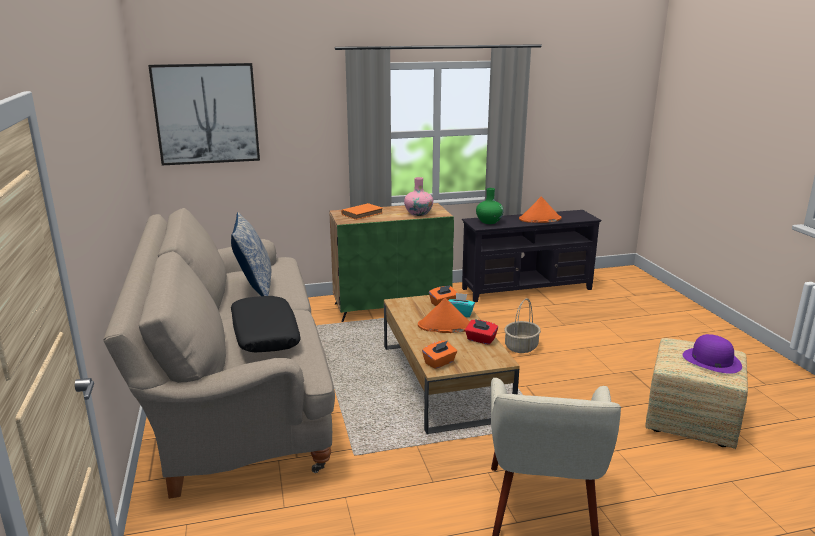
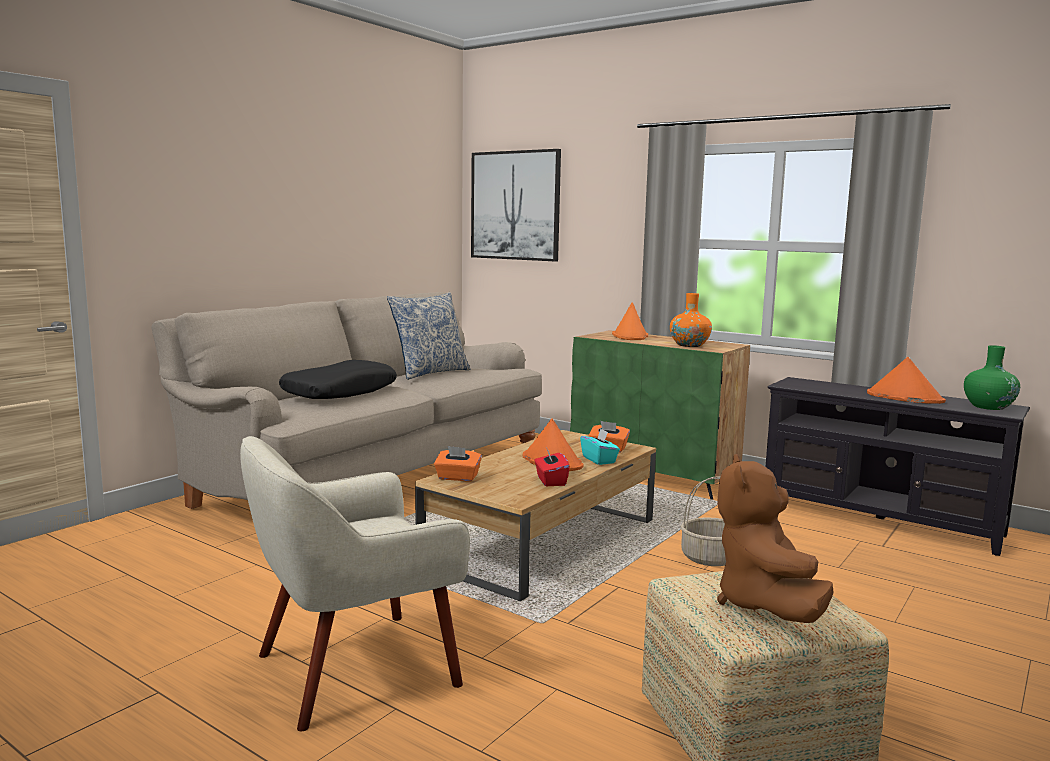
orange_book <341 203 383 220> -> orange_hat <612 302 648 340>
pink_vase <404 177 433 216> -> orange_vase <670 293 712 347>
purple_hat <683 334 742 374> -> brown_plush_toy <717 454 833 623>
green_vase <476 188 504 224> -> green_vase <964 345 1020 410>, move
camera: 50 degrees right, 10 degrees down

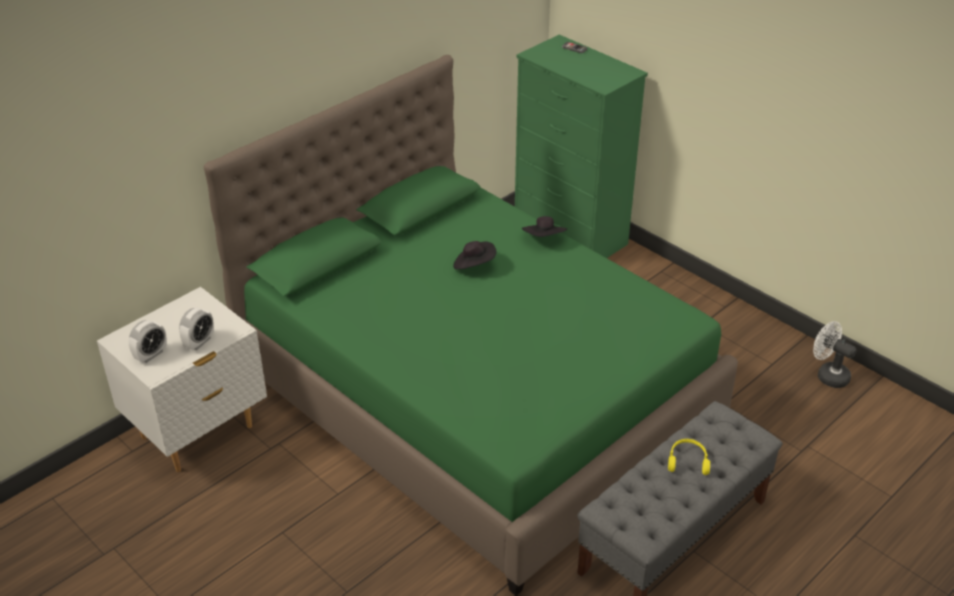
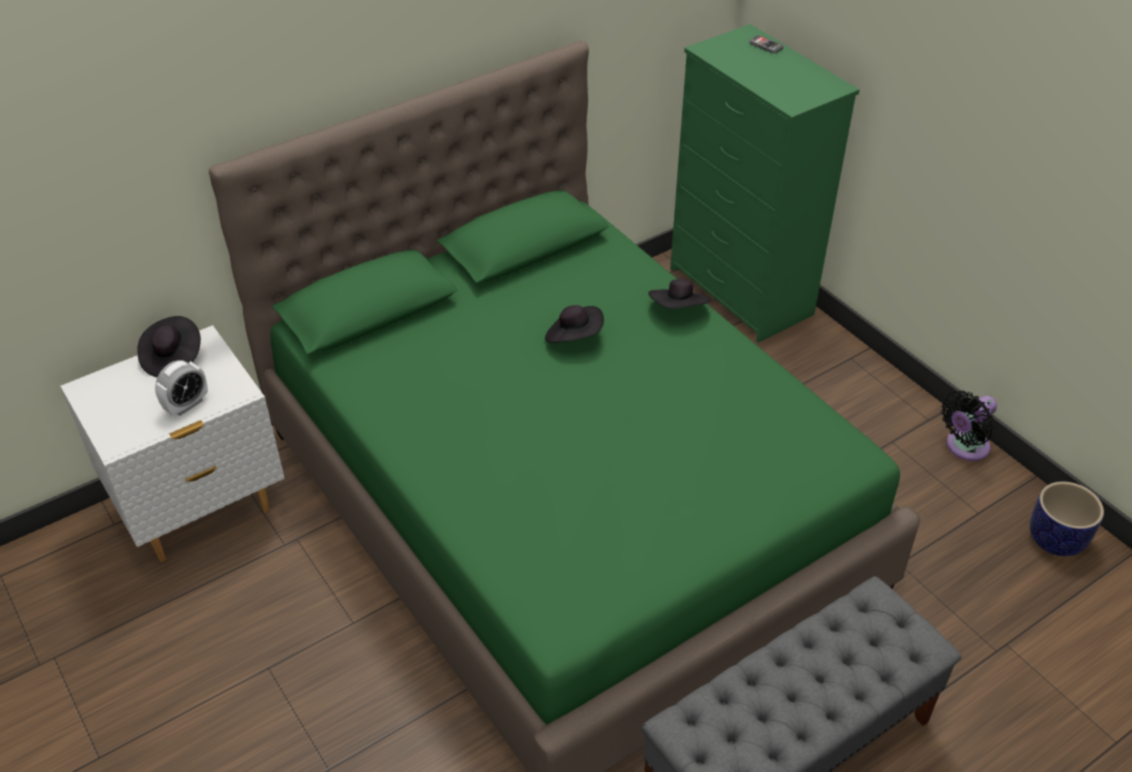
none -> black_hat <137 316 201 377>
none -> black_fan <941 390 997 461>
white_fan <813 321 856 388> -> planter <1030 482 1104 556>
alarm_clock <129 320 167 363> -> none
yellow_headphones <668 439 710 475> -> none
camera: 10 degrees right, 5 degrees up

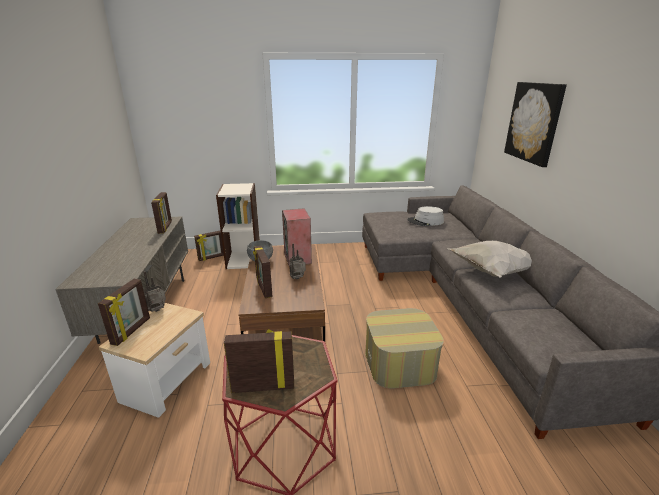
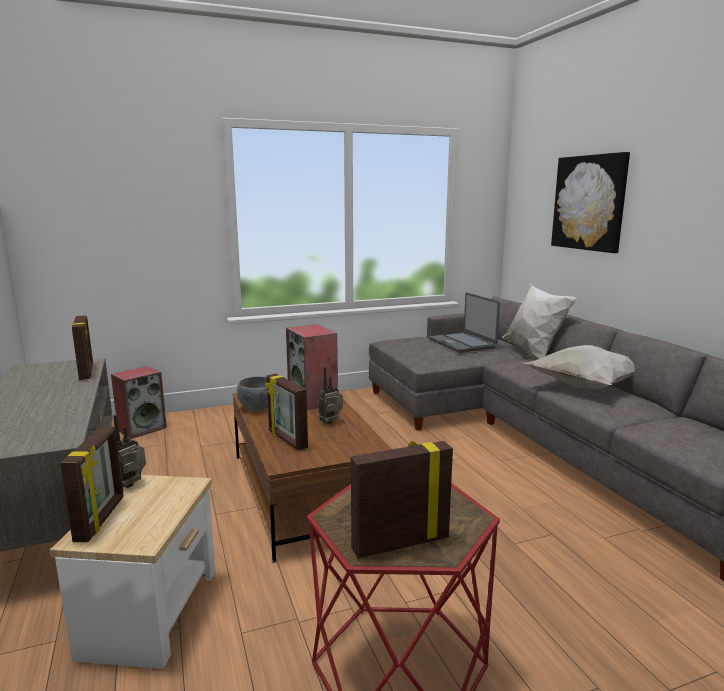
picture_frame <194 230 224 261> -> speaker <111 366 167 439>
grey_hat <407 206 444 226> -> laptop <429 293 500 353>
none -> white_pillow <502 283 578 360>
bookcase <216 183 260 269> -> none
ottoman <365 308 444 388> -> none
camera: 15 degrees left, 10 degrees down

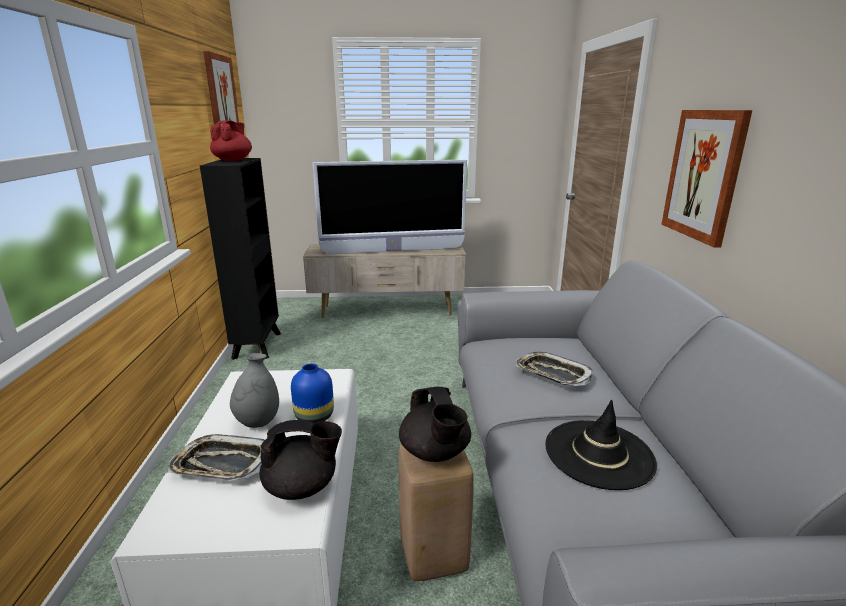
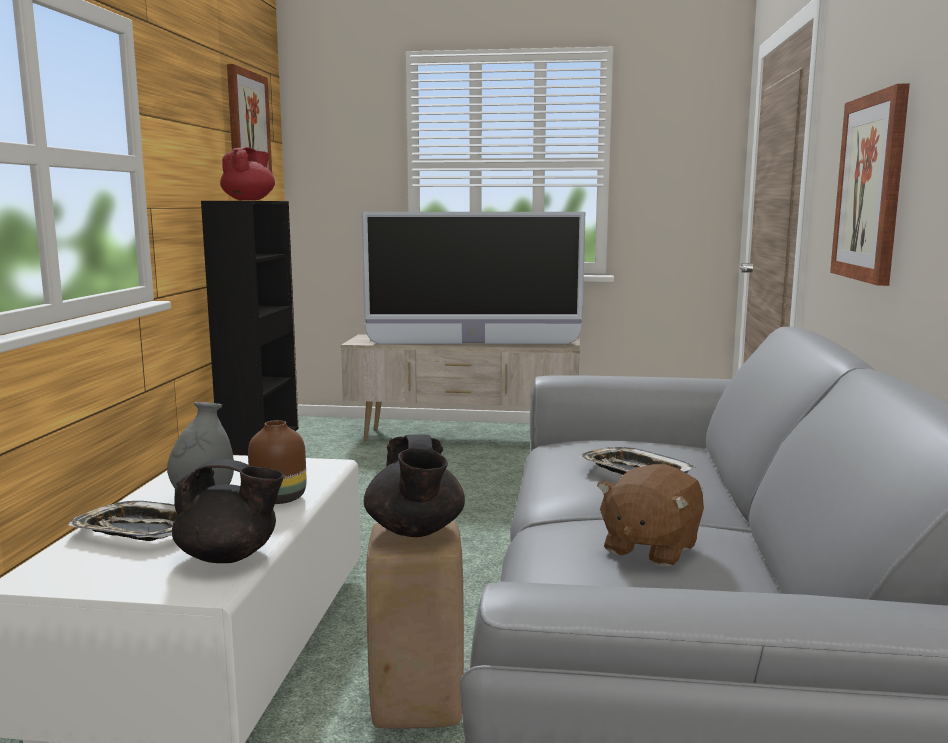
blue_vase <291 363 334 423> -> brown_vase <248 420 306 504>
black_hat <545 400 657 490> -> brown_plush_toy <597 464 704 567>
camera: 10 degrees right, 10 degrees down

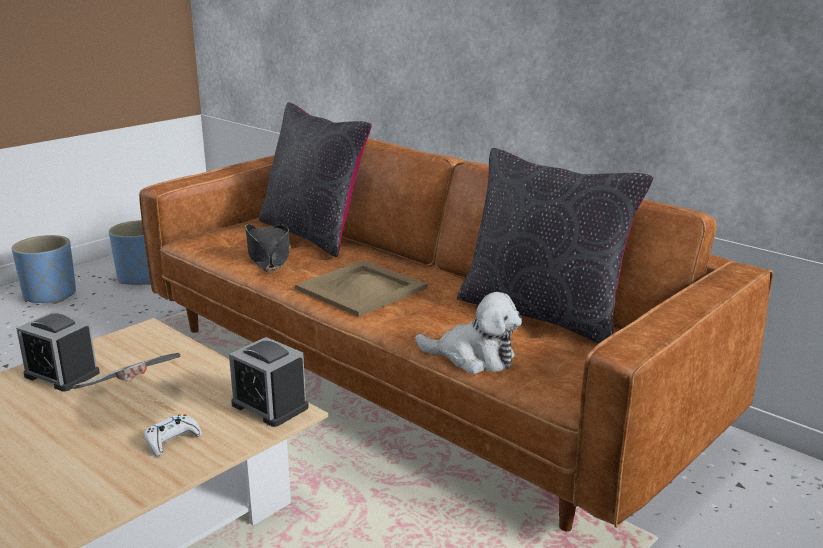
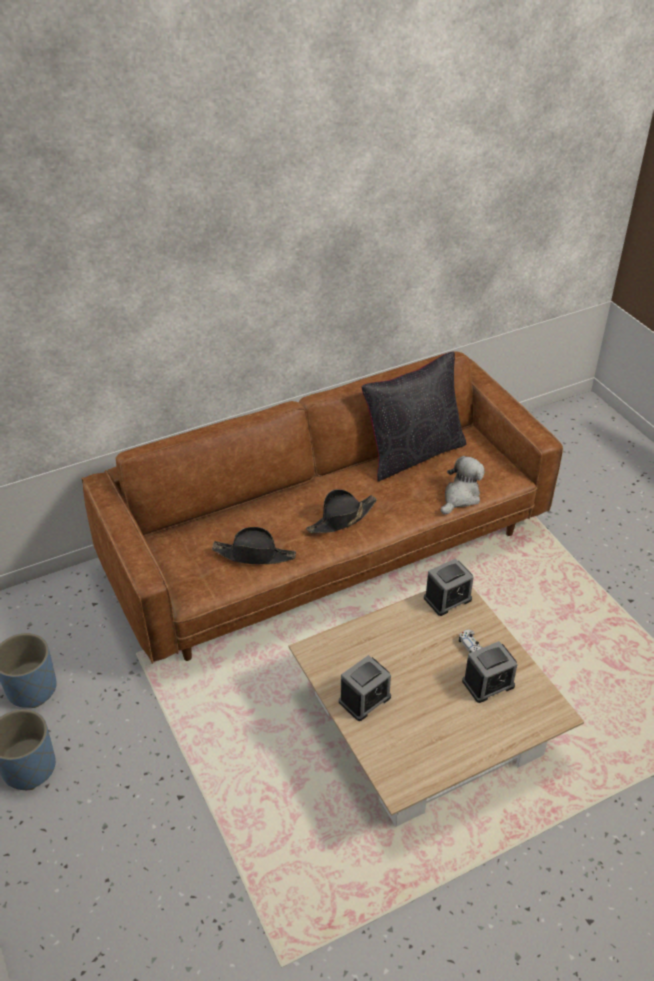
beige_tray <295 260 427 317> -> black_hat <306 489 377 533>
none -> alarm_clock <462 641 518 703>
newspaper <72 353 181 389> -> none
black_pillow <259 102 372 257> -> none
camera: 70 degrees left, 20 degrees up

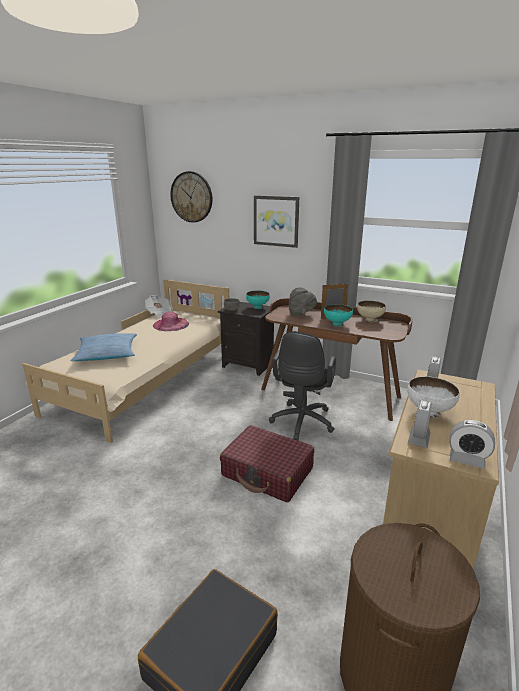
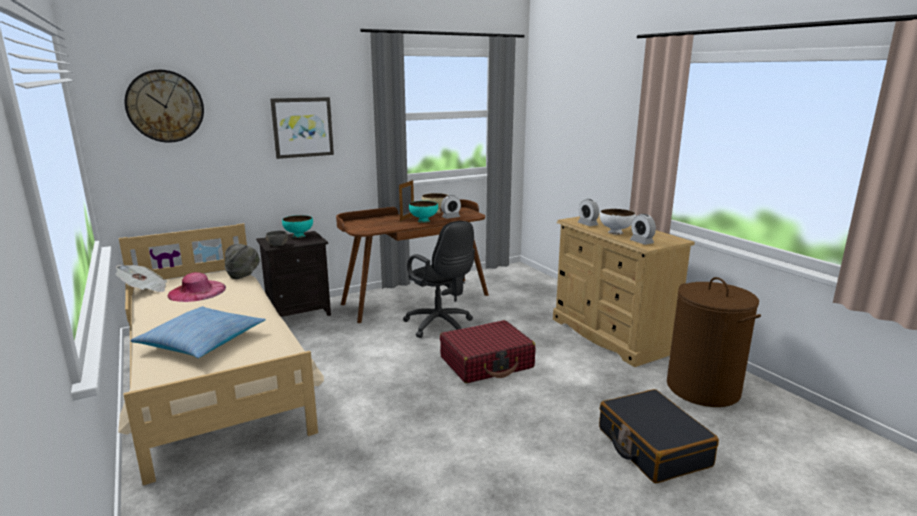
grey_hat <288 288 317 316> -> grey_hat <225 244 260 279>, move
alarm_clock <449 420 495 469> -> alarm_clock <441 195 461 219>, move
camera: 55 degrees left, 5 degrees down

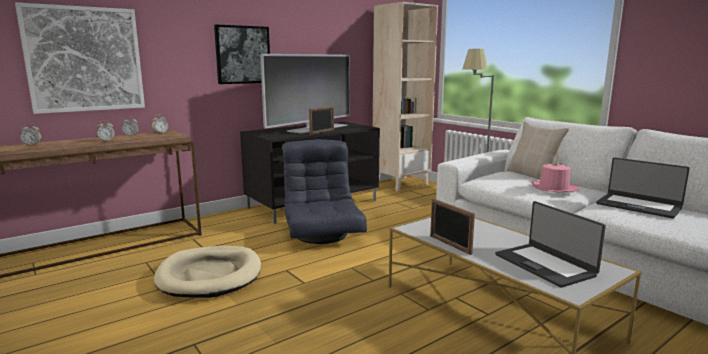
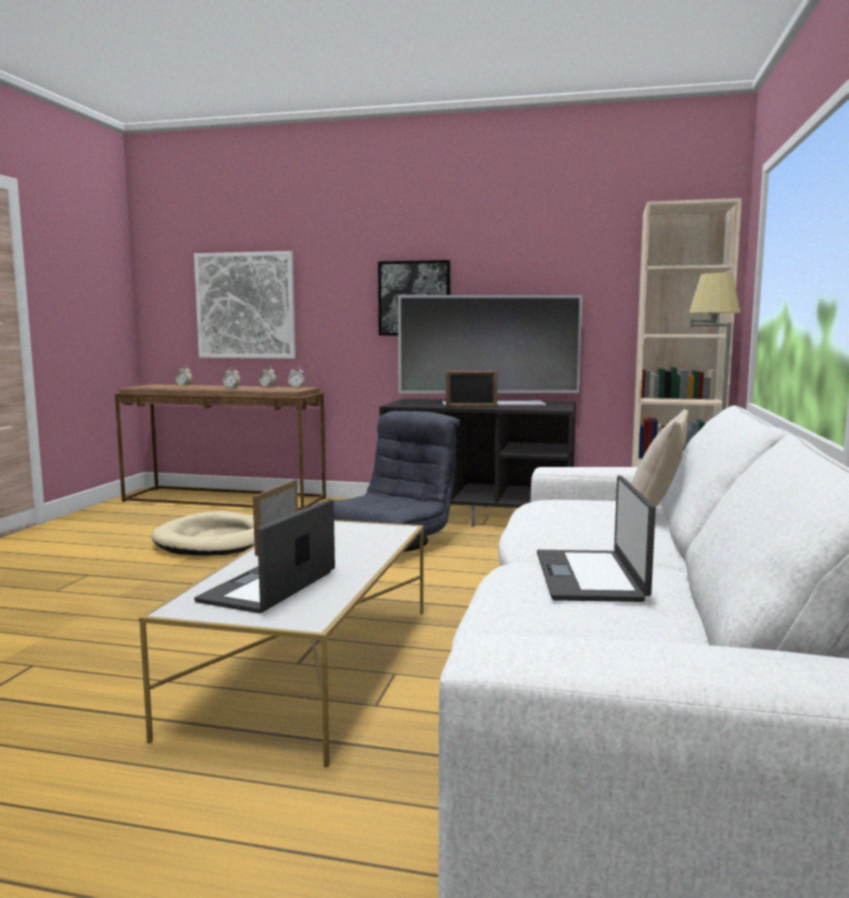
pink_hat <531 161 579 193> -> none
camera: 50 degrees right, 5 degrees down

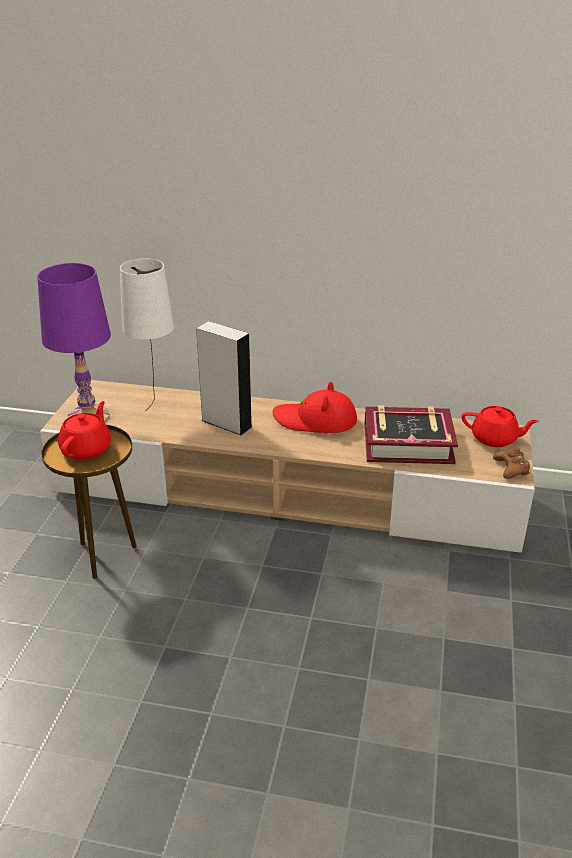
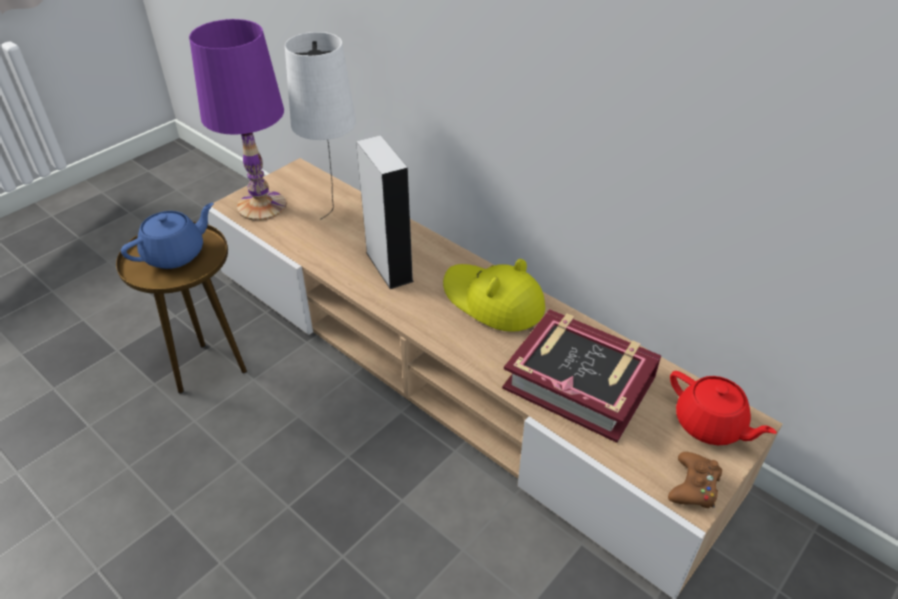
red_teapot <58 401 111 460> -> blue_teapot <121 203 214 269>
red_hat <273 382 357 433> -> yellow_hat <443 259 545 332>
camera: 30 degrees right, 10 degrees up

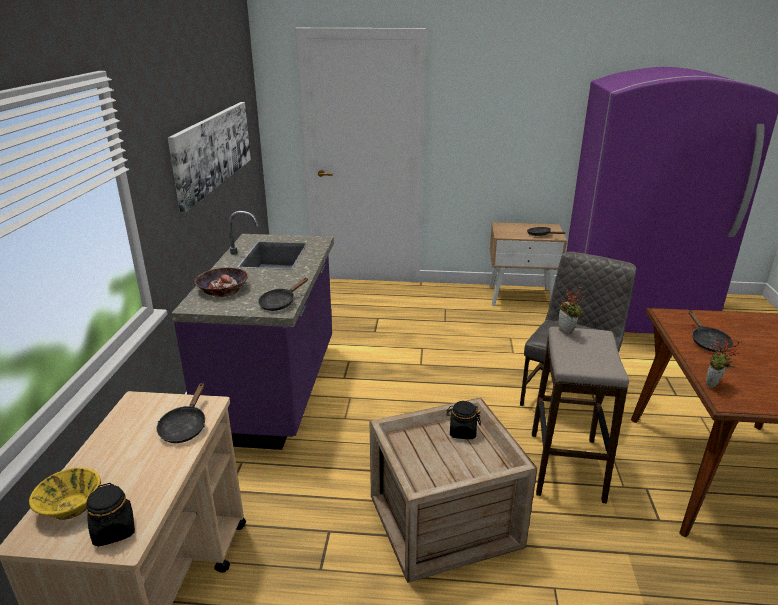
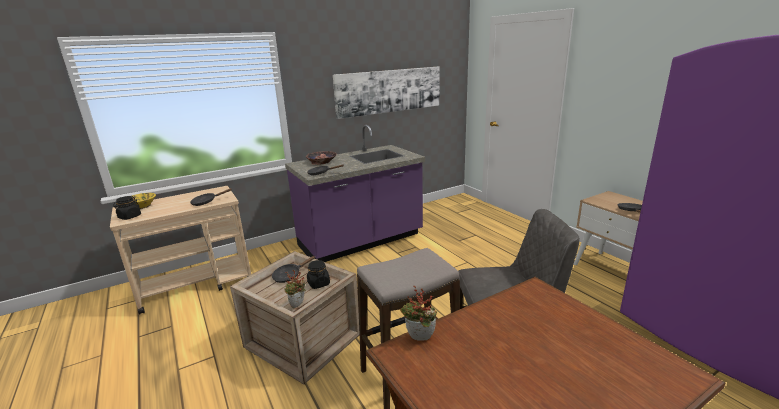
black_frying_pan <689 311 733 353> -> black_frying_pan <272 256 315 283>, move
potted_plant <558 287 585 335> -> potted_plant <284 270 306 308>, move
camera: 55 degrees right, 5 degrees down

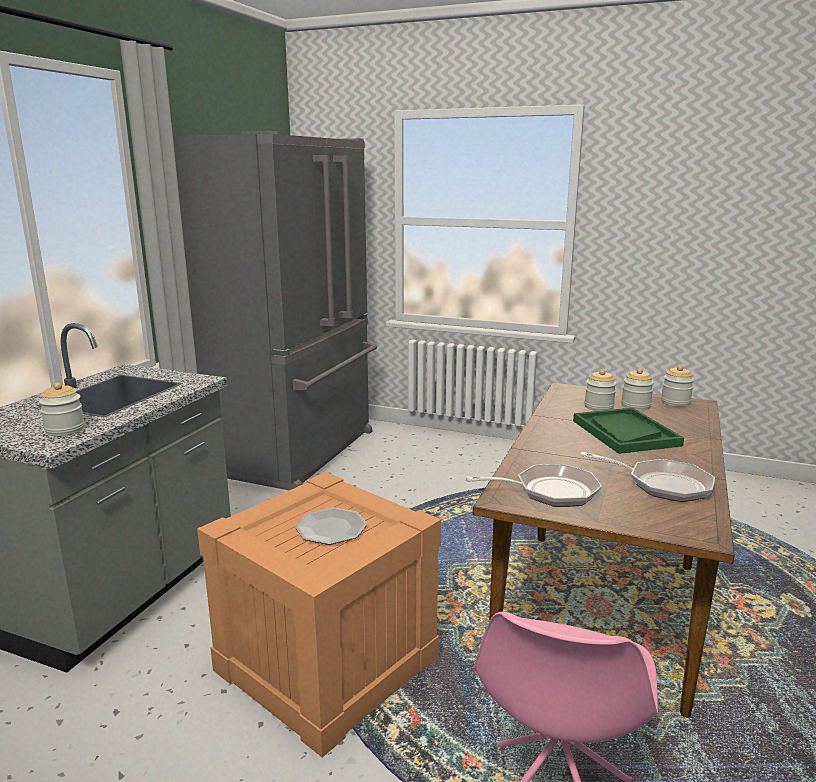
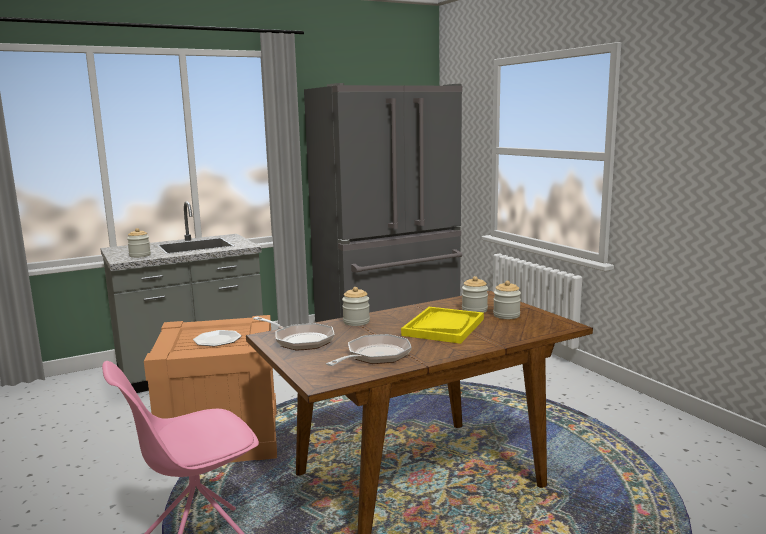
frying_pan <580 452 715 502> -> frying_pan <326 334 412 366>, 120 degrees counterclockwise
jar <661 365 694 407> -> jar <342 287 370 326>, move
green_tray <573 408 684 454> -> yellow_tray <401 307 484 344>
camera: 40 degrees right, 5 degrees down

